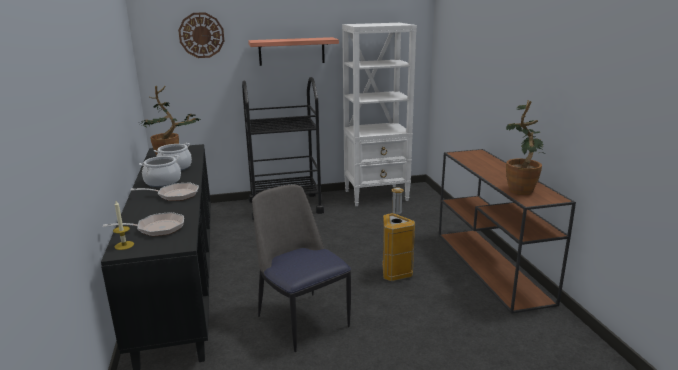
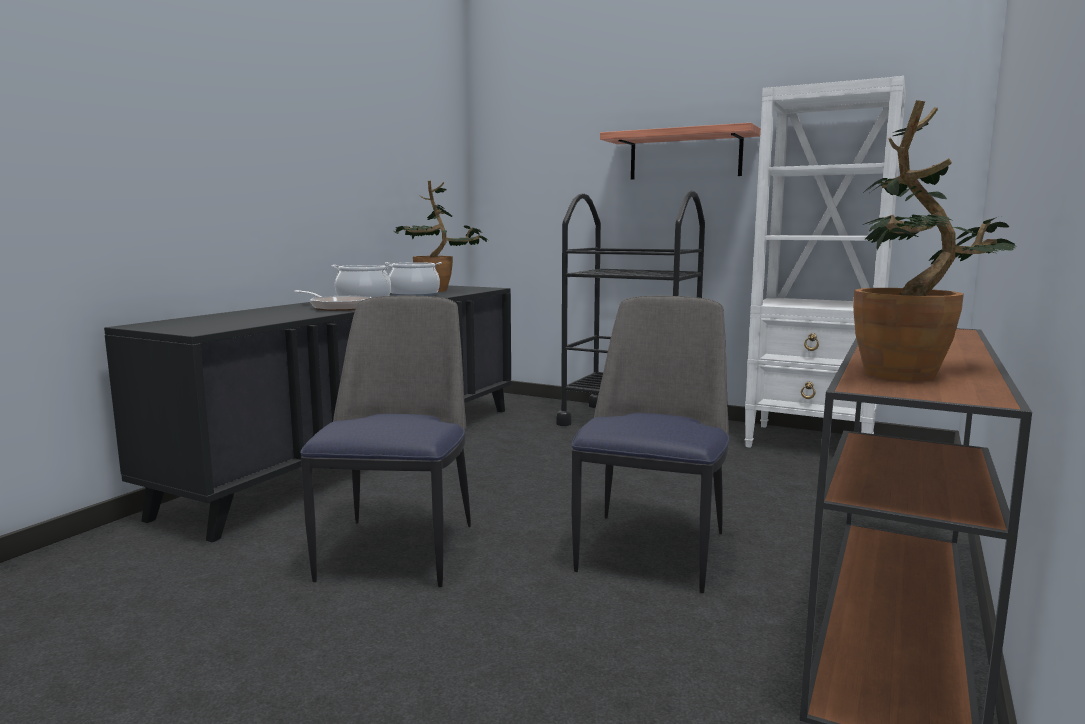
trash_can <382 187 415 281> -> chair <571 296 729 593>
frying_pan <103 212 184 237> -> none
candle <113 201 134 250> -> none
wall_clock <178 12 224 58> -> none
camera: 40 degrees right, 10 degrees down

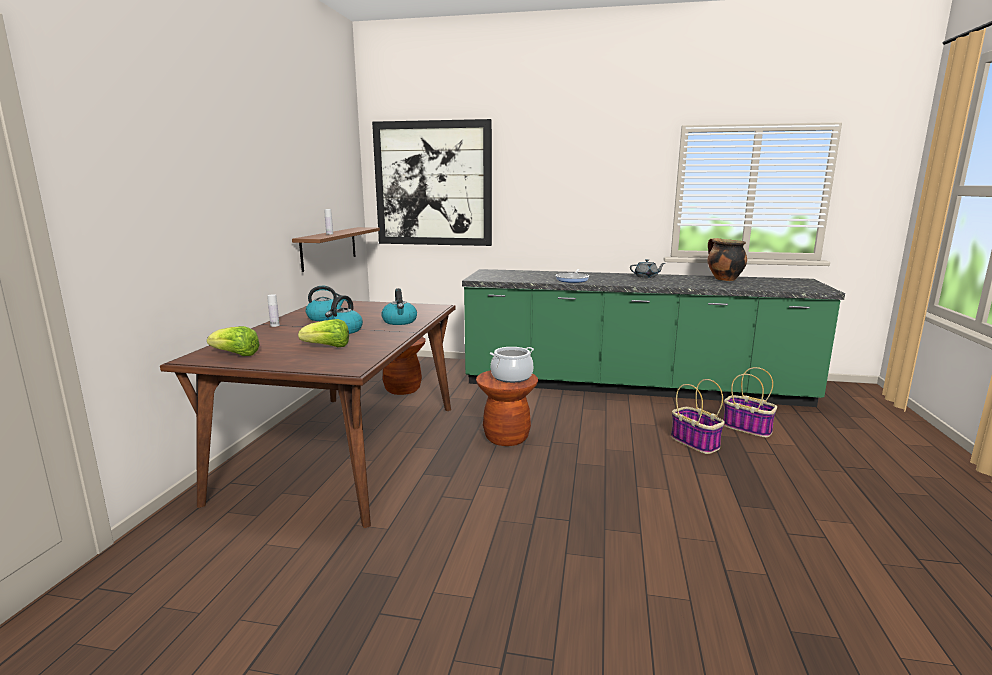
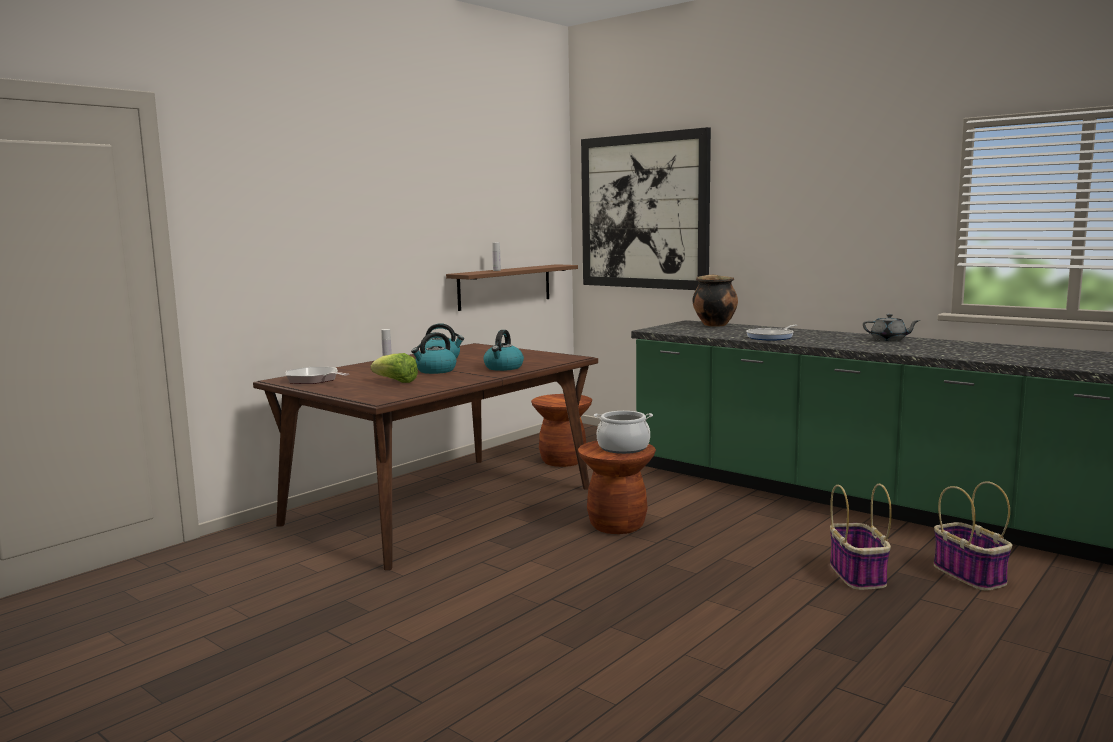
lettuce <207 326 259 356> -> frying_pan <285 367 349 384>
cooking_pot <707 238 747 281> -> cooking_pot <693 275 738 327>, move
camera: 30 degrees right, 5 degrees down

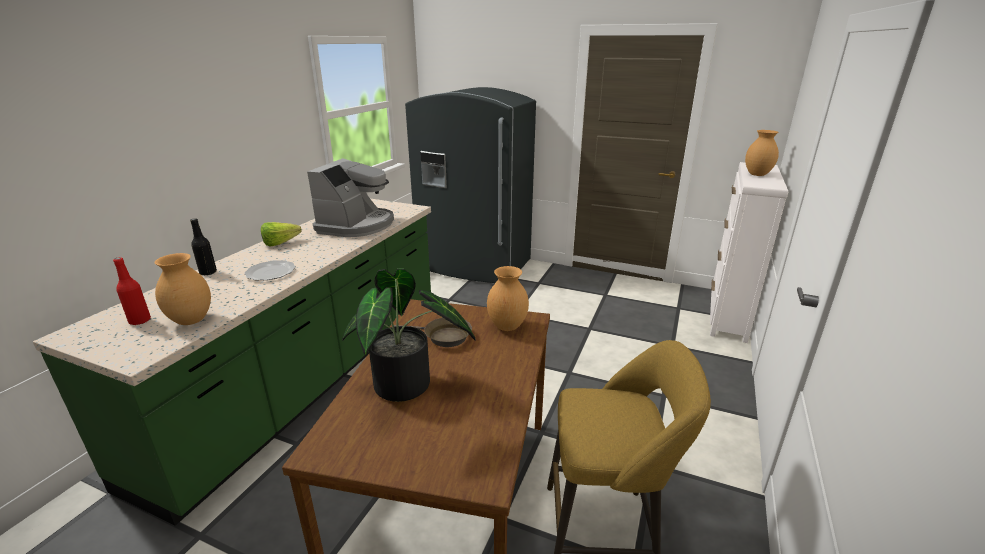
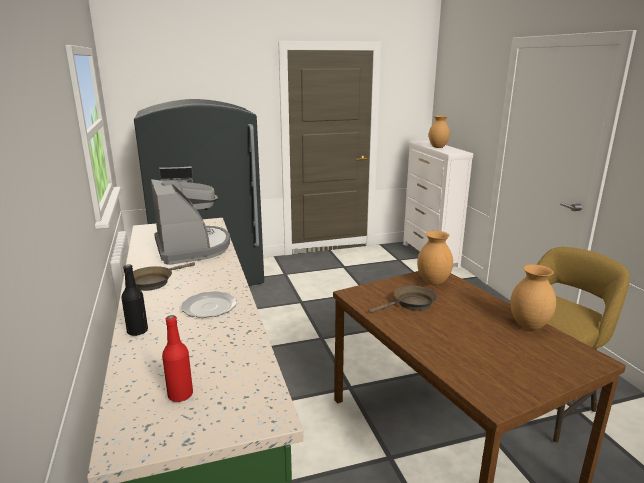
lettuce <261 222 302 247> -> brown_frying_pan <133 262 195 291>
brown_vase <154 253 211 325> -> brown_vase <510 264 556 330>, move
potted_plant <342 268 476 402> -> none
camera: 40 degrees left, 5 degrees down

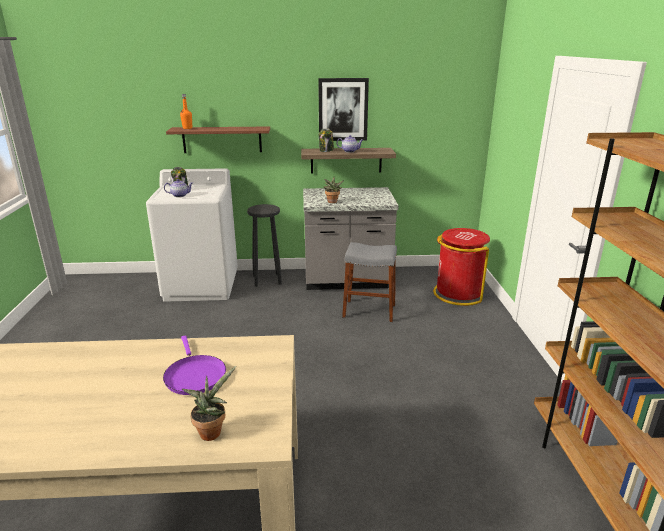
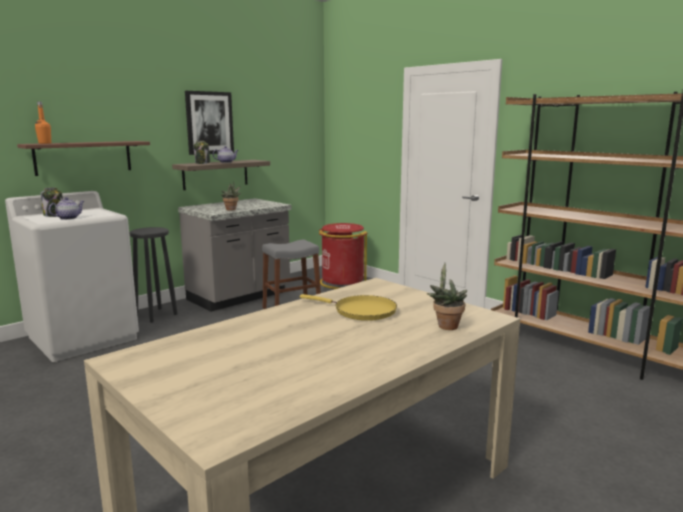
purple_frying_pan <163 336 226 395> -> yellow_frying_pan <300 294 397 321>
camera: 40 degrees left, 10 degrees down

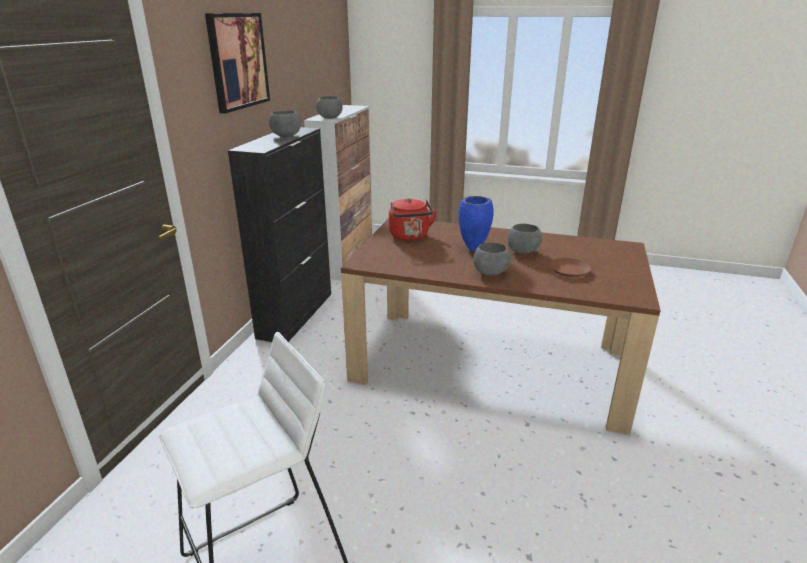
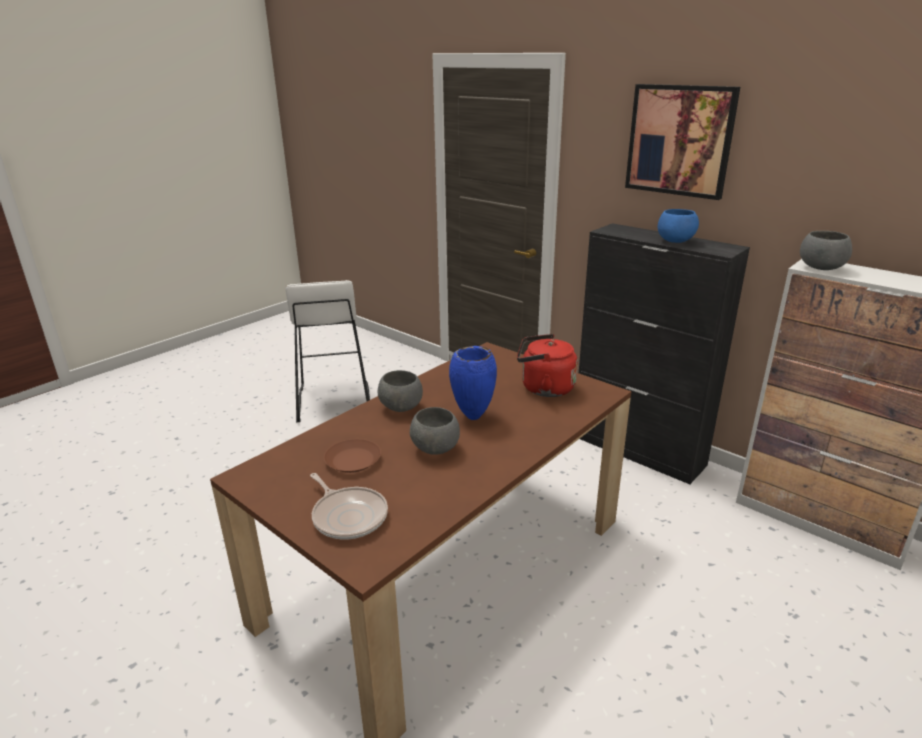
none -> frying_pan <310 473 388 540>
grey_bowl <269 110 301 137> -> blue_bowl <658 209 699 243>
camera: 115 degrees right, 0 degrees up

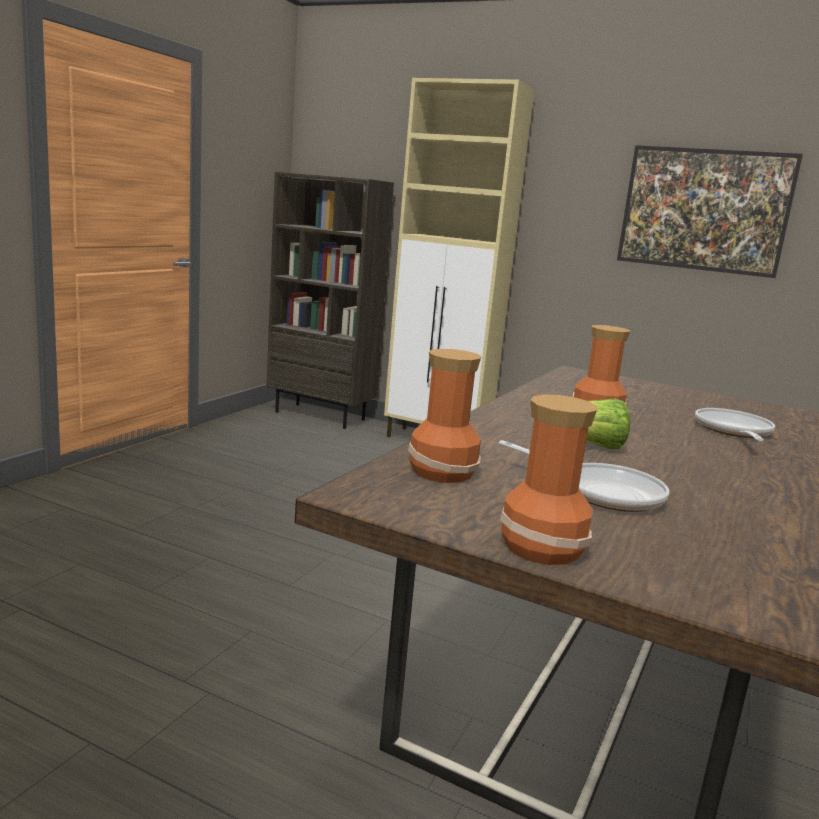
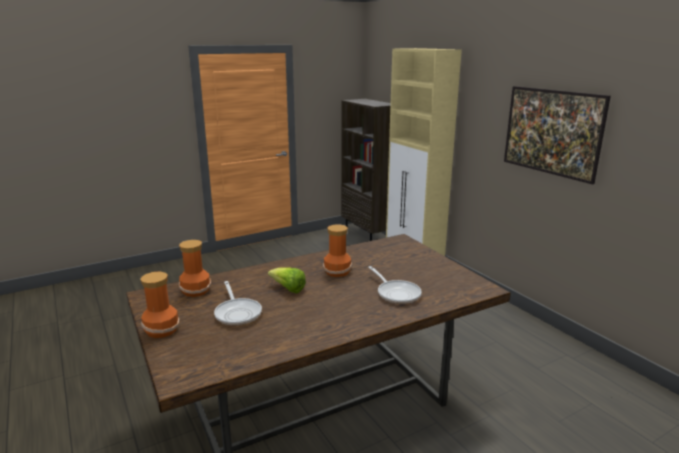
frying_pan <695 408 775 441> -> frying_pan <368 266 422 304>, 105 degrees clockwise
camera: 35 degrees right, 5 degrees up

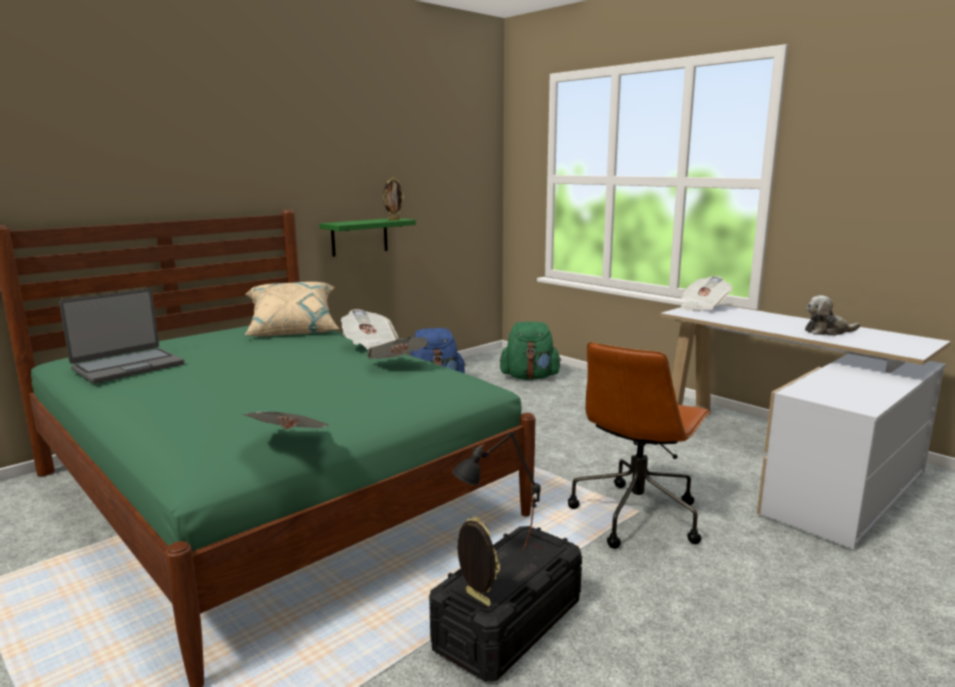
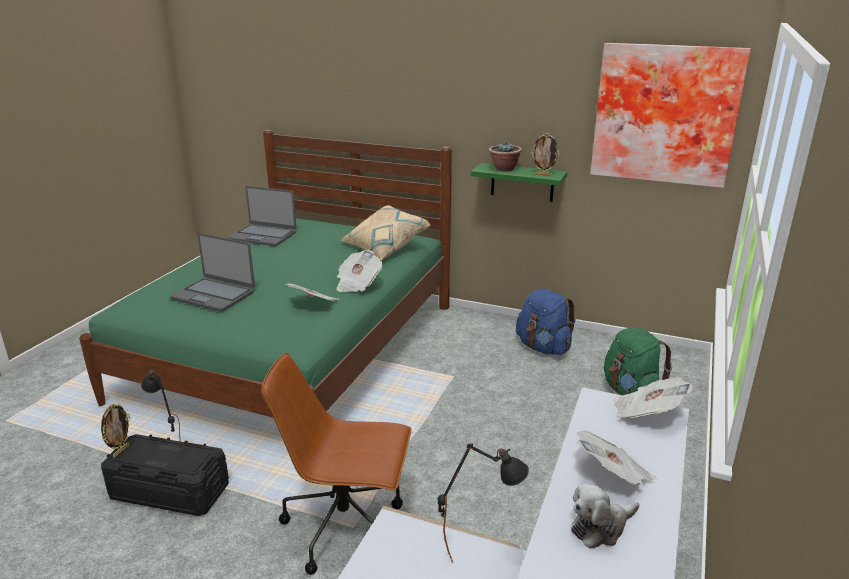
none -> laptop <170 233 255 312>
none -> black_table_lamp <438 443 529 562>
none -> potted_plant <488 142 522 172>
plush_toy <805 296 860 336> -> plush_toy <571 483 639 548>, 90 degrees counterclockwise
newspaper <241 412 330 429> -> newspaper <577 431 656 485>, move
none -> picture <590 43 751 188>
camera: 65 degrees right, 10 degrees up

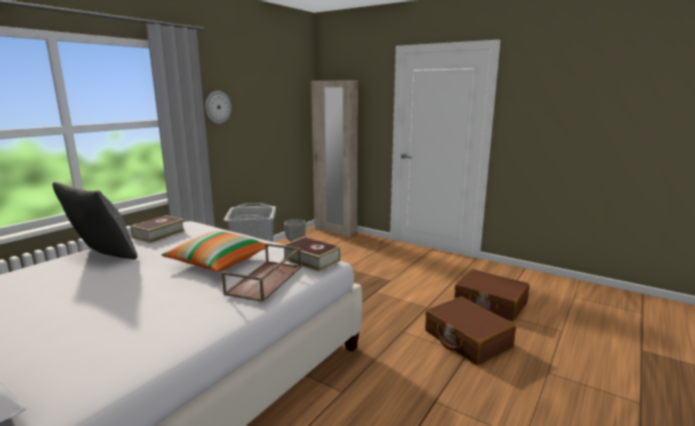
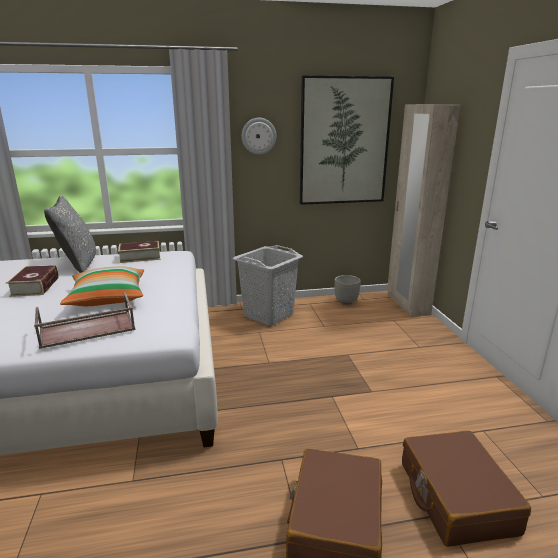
book <282 237 341 272> -> book <6 265 59 297>, move
none -> picture <300 76 394 205>
camera: 45 degrees right, 5 degrees up

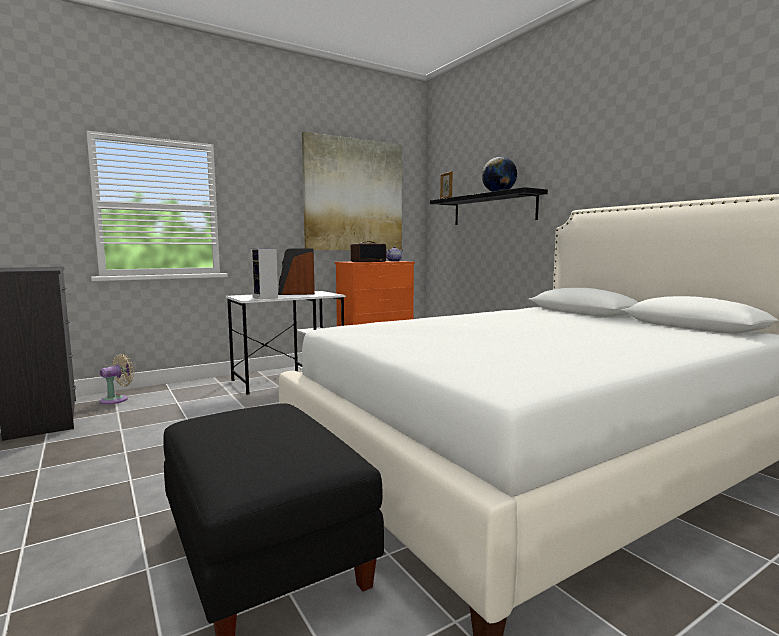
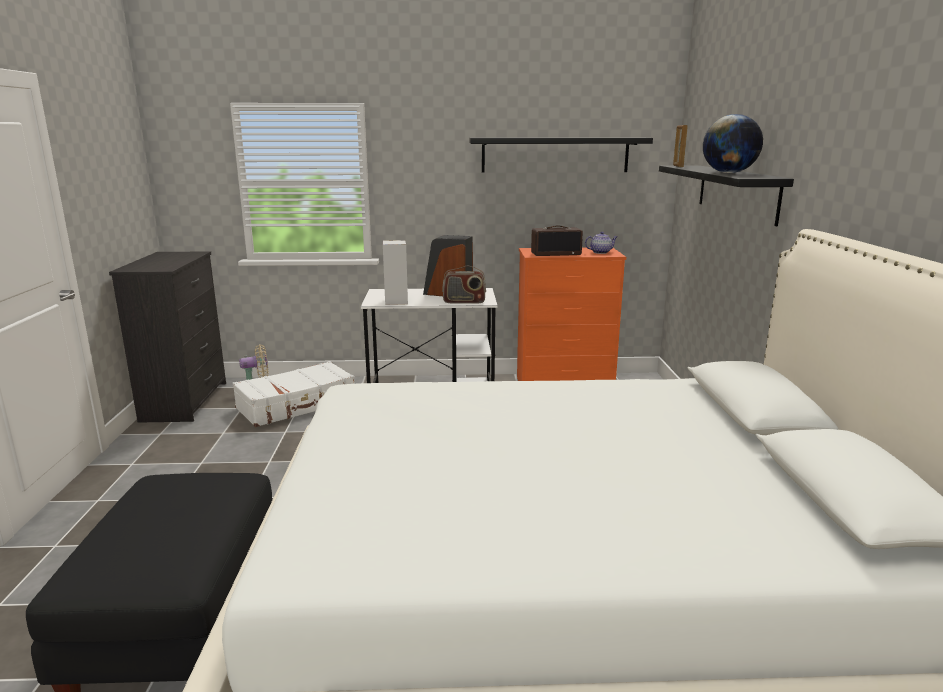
none -> white_suitcase <233 361 355 427>
none -> radio <442 266 486 304>
picture <302 131 402 250> -> black_shelf <469 137 653 173>
camera: 30 degrees right, 10 degrees up

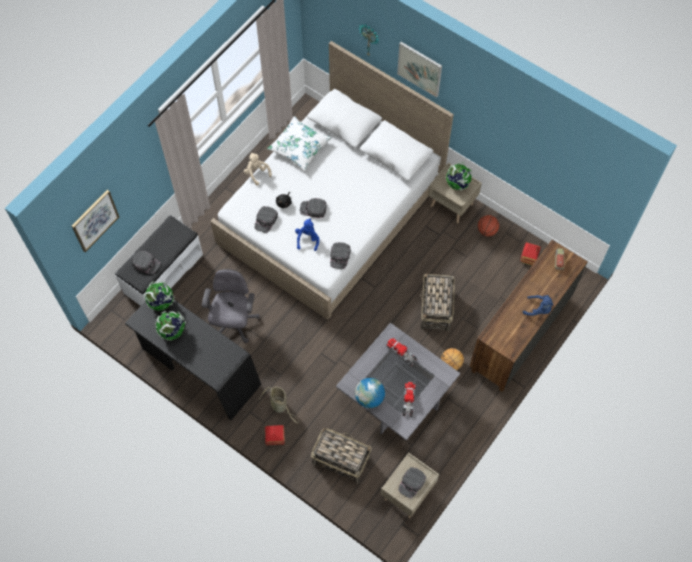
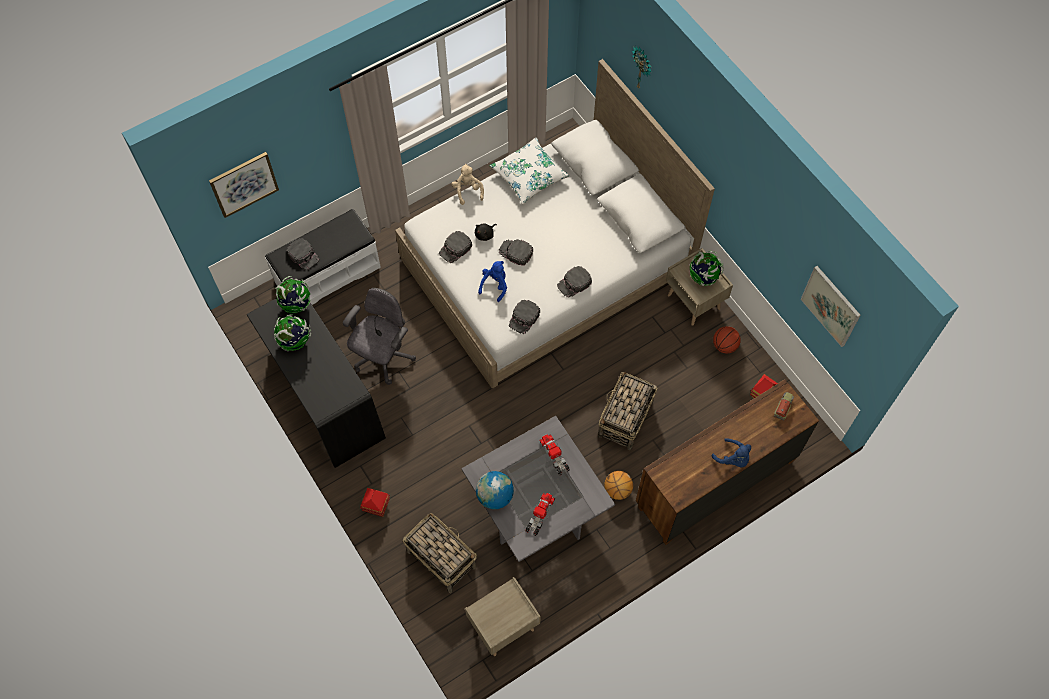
black_cap <398 467 426 499> -> black_cap <557 266 592 298>, move
picture <397 42 442 98> -> picture <801 266 861 347>, move
basket <259 387 299 424> -> none
camera: 20 degrees right, 0 degrees up

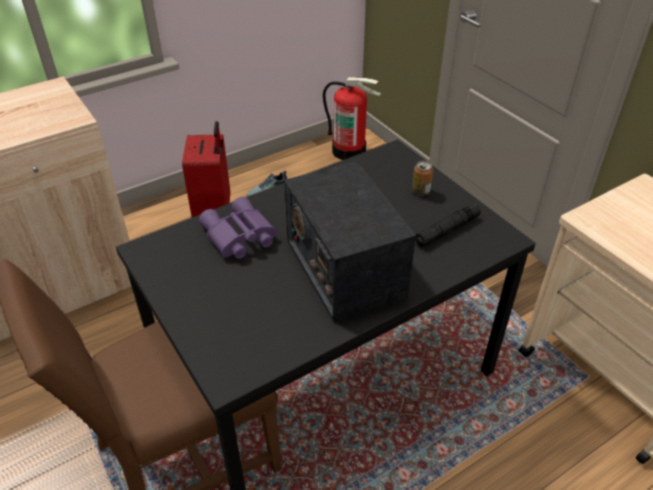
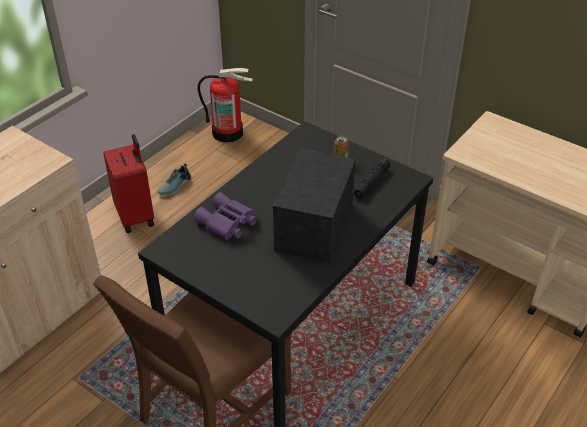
radio <284 161 416 322> -> radio <273 149 356 263>, 60 degrees clockwise
camera: 20 degrees left, 0 degrees up

